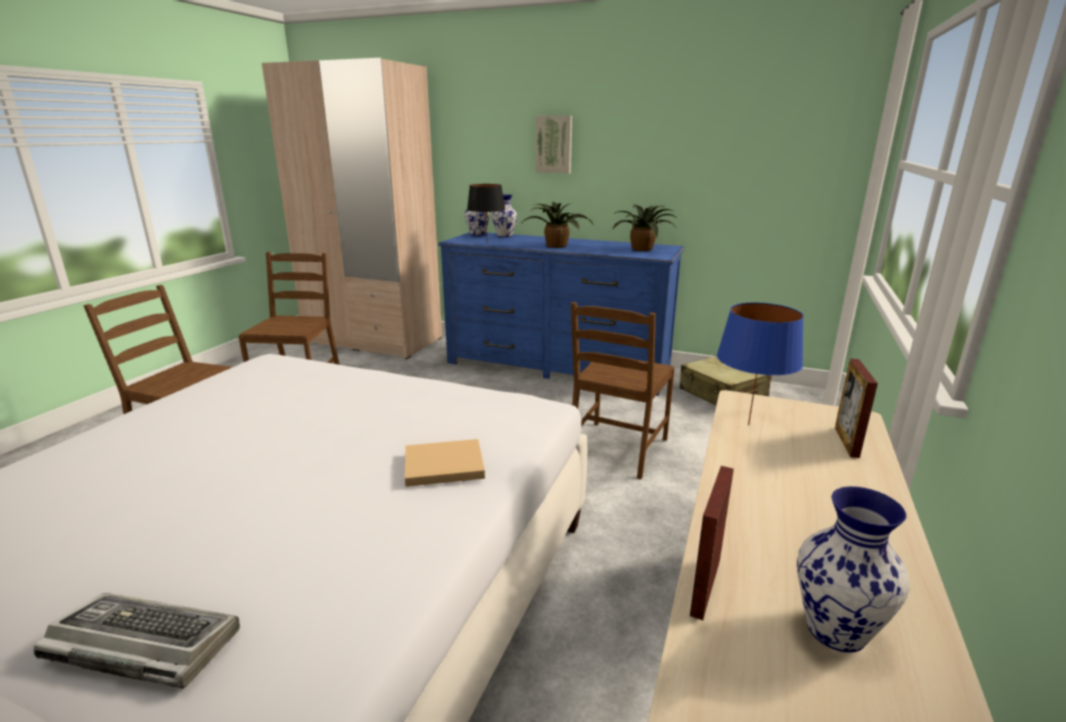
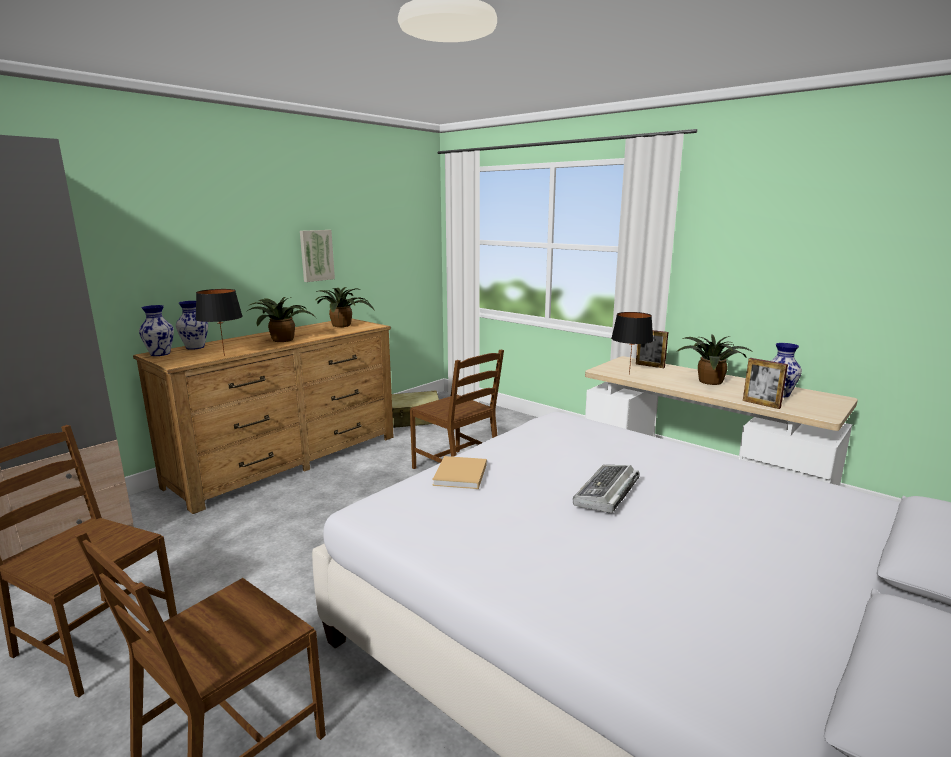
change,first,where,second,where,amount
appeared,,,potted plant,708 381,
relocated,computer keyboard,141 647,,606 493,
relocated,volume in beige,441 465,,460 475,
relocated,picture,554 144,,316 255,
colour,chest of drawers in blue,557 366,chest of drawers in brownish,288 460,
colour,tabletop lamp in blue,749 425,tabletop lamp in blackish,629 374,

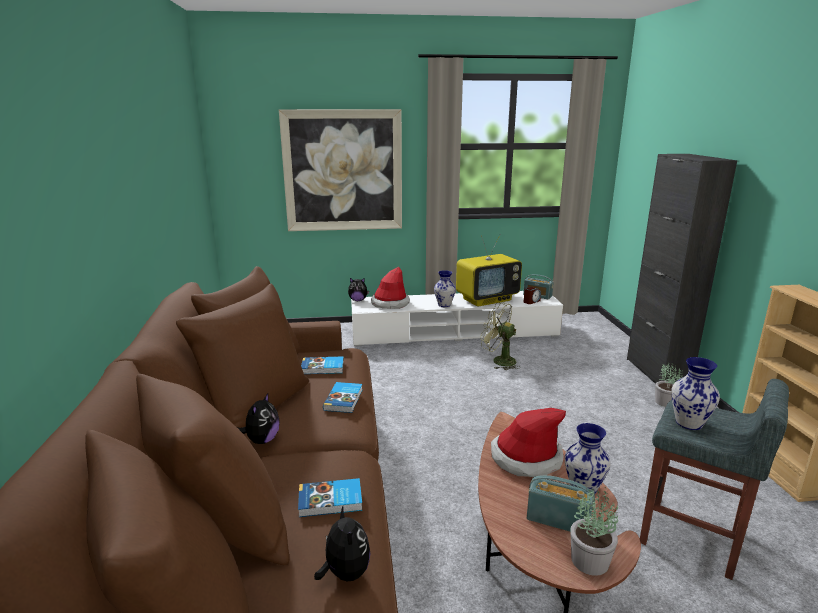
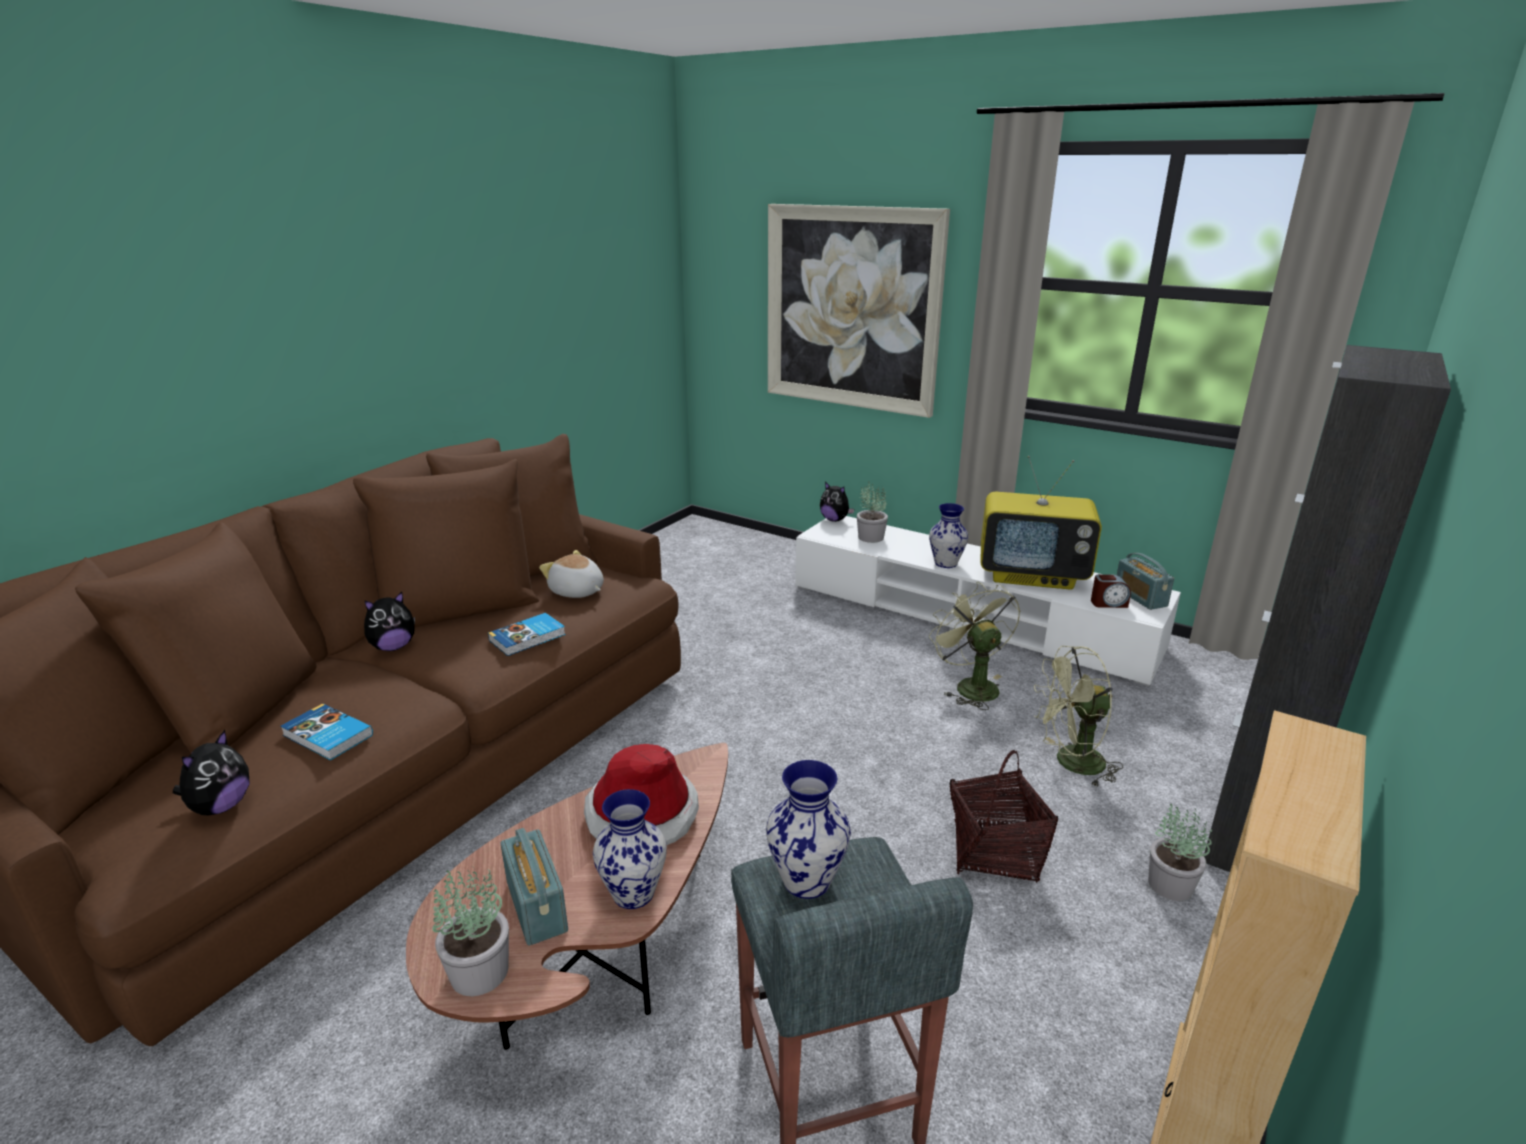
change,first,where,second,where,amount
appeared,,,basket,994 852,
appeared,,,electric fan in green,1070 763,
exchanged,volume,323 368,plush toy,576 592,
exchanged,hat,390 303,potted plant,870 537,

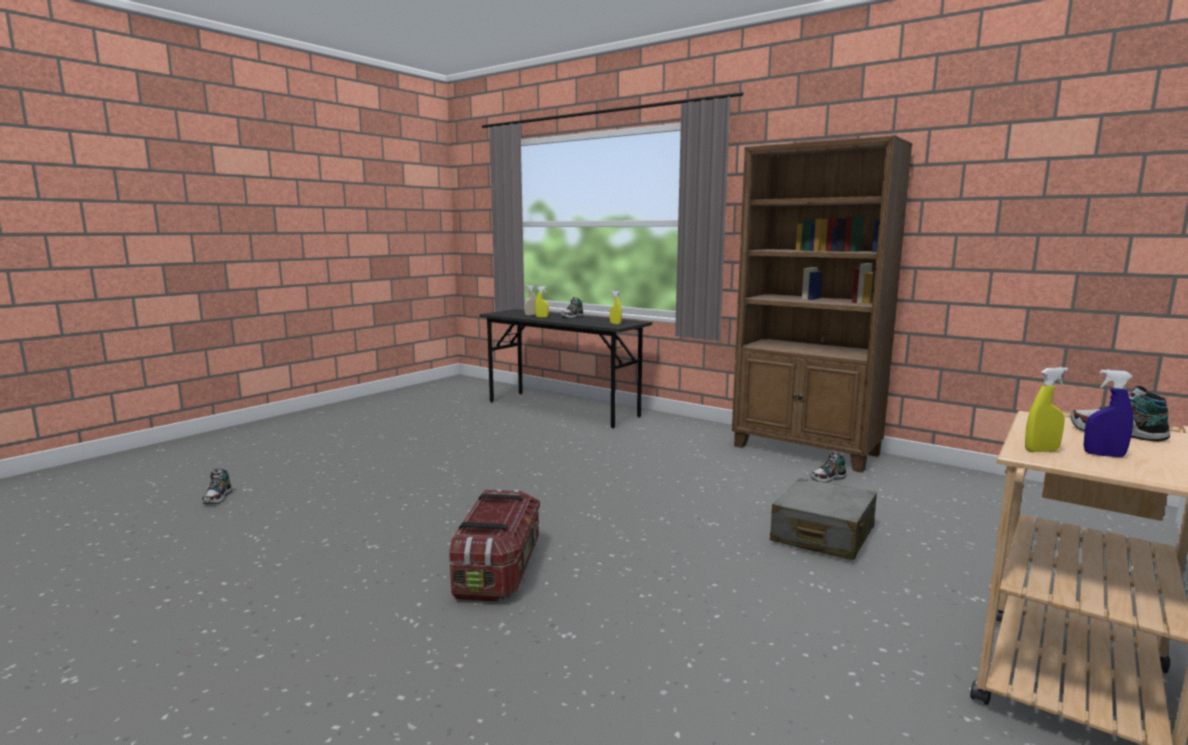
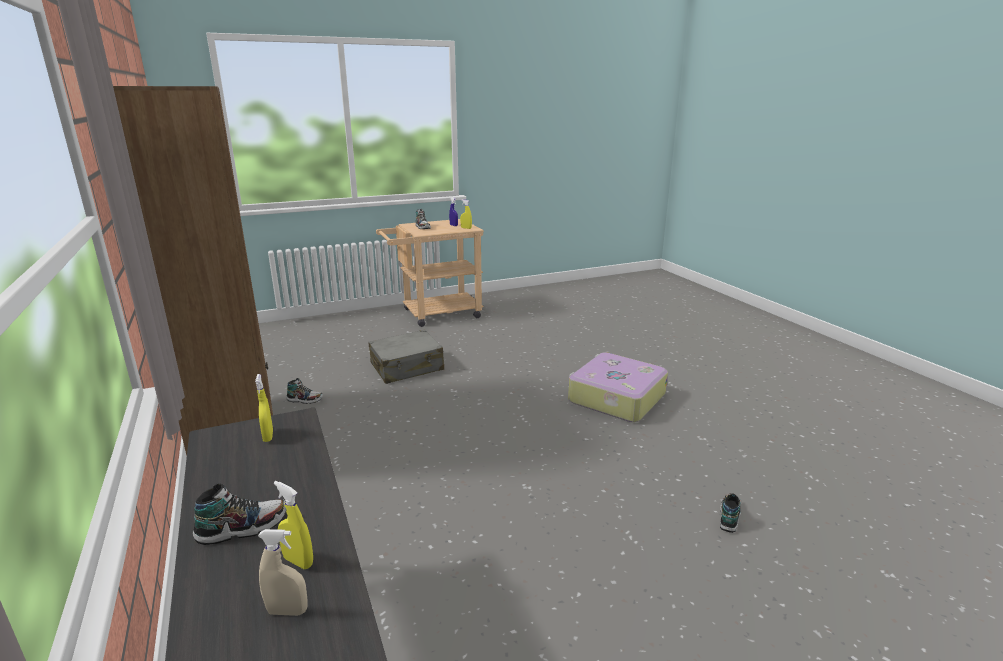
change,first,where,second,where,amount
relocated,item of footwear,217 498,,728 517,
exchanged,storage box,499 569,suitcase,615 398,

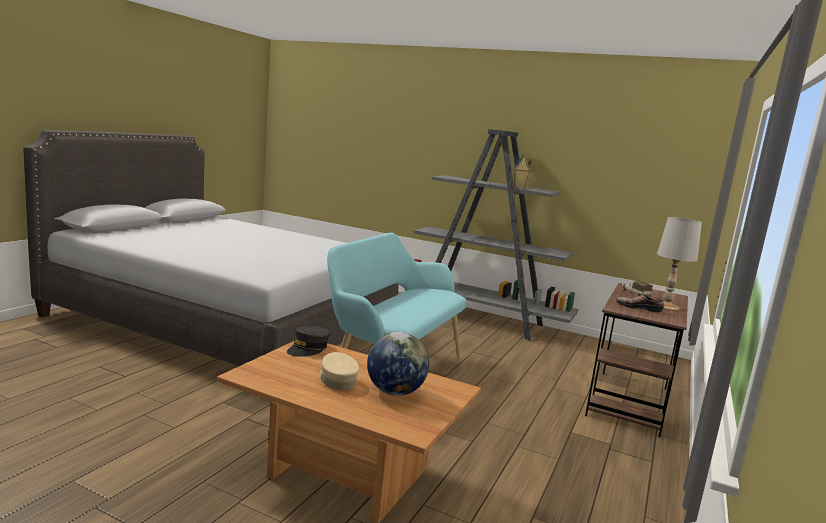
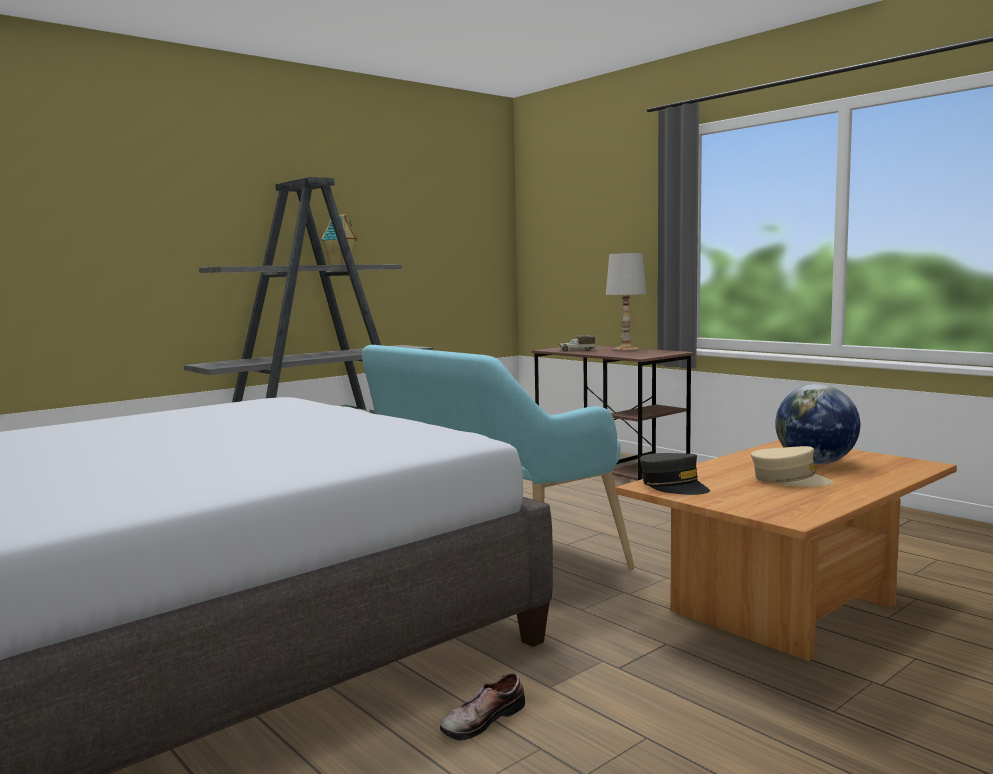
change,first,where,second,where,amount
relocated,item of footwear,638 307,,480 719,
spun,cap in beige,337 380,,789 480,150 degrees counterclockwise

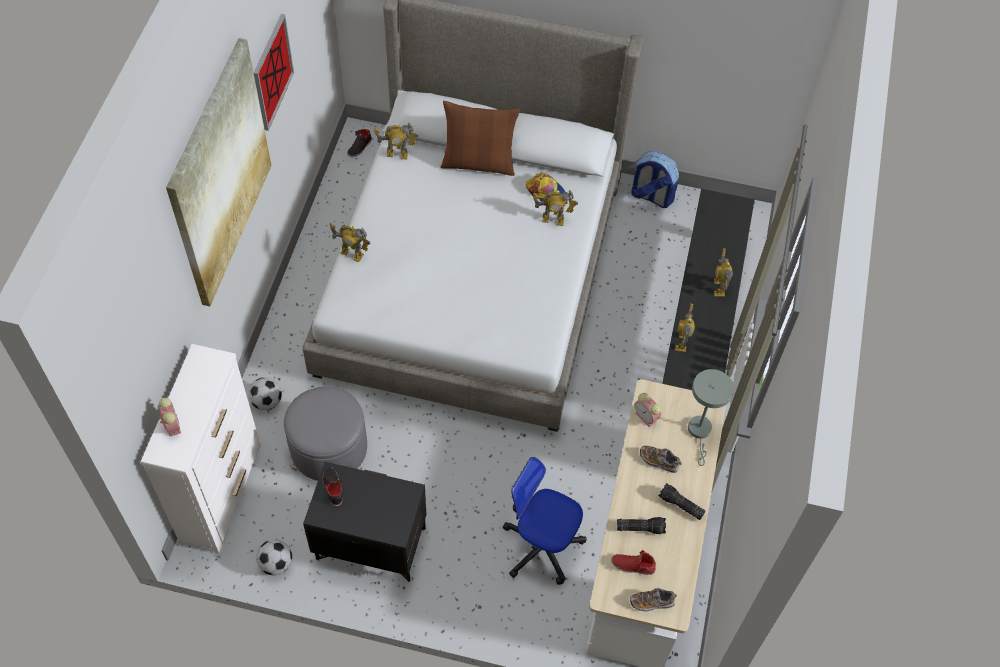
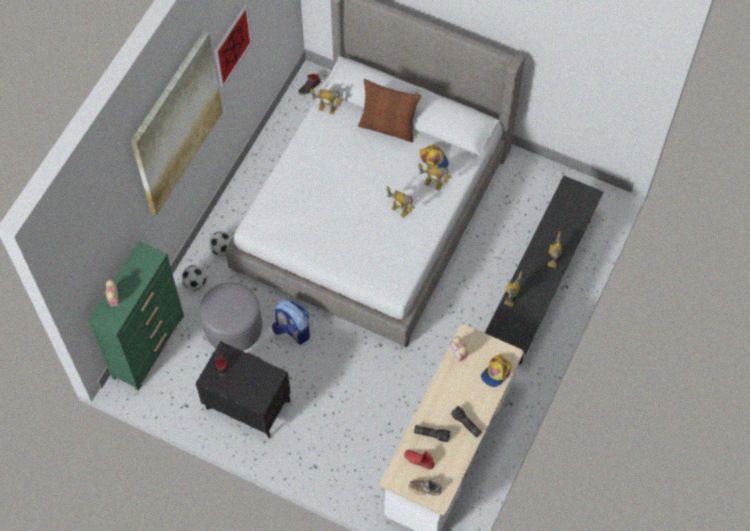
change,first,where,second,where,amount
missing,office chair,542 546,,,
missing,item of footwear,659 461,,,
relocated,ball for football,276 564,,222 249,
relocated,toy robot,352 254,,400 210,
relocated,rucksack,651 196,,292 330,
exchanged,tabletop lamp in greyish,700 432,cap,496 372,
colour,chest of drawers in whitish,222 492,chest of drawers in green,149 346,

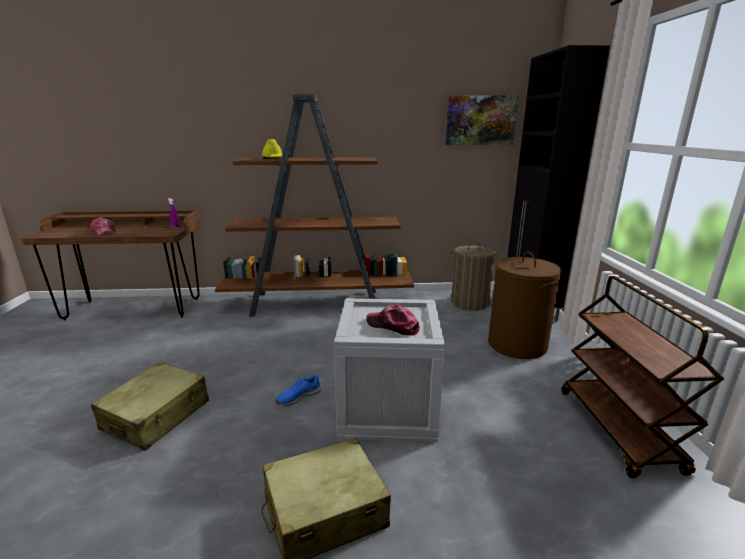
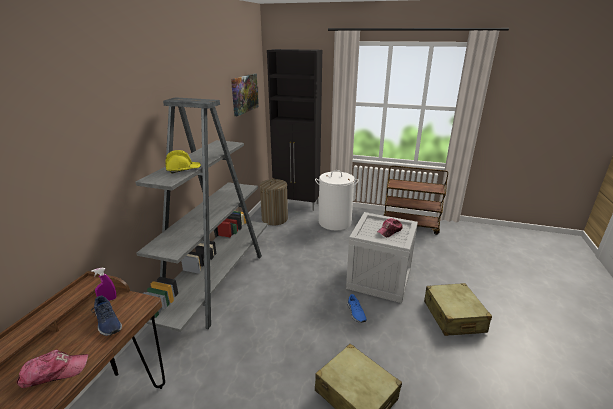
change,first,where,second,where,amount
appeared,,,item of footwear in blue,107 322,
colour,shelving unit in brownish,319 303,shelving unit in greyish,216 281,
colour,washing basket in brownish,517 344,washing basket in whitish,335 222,

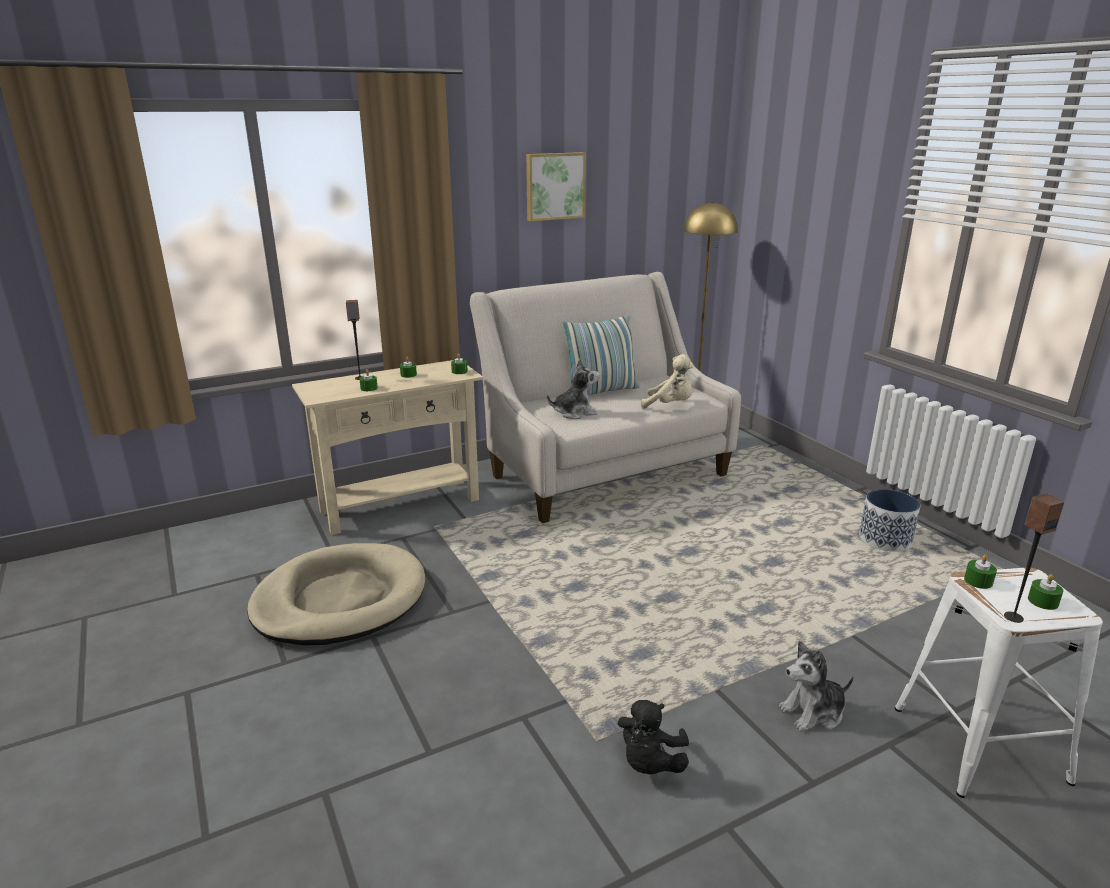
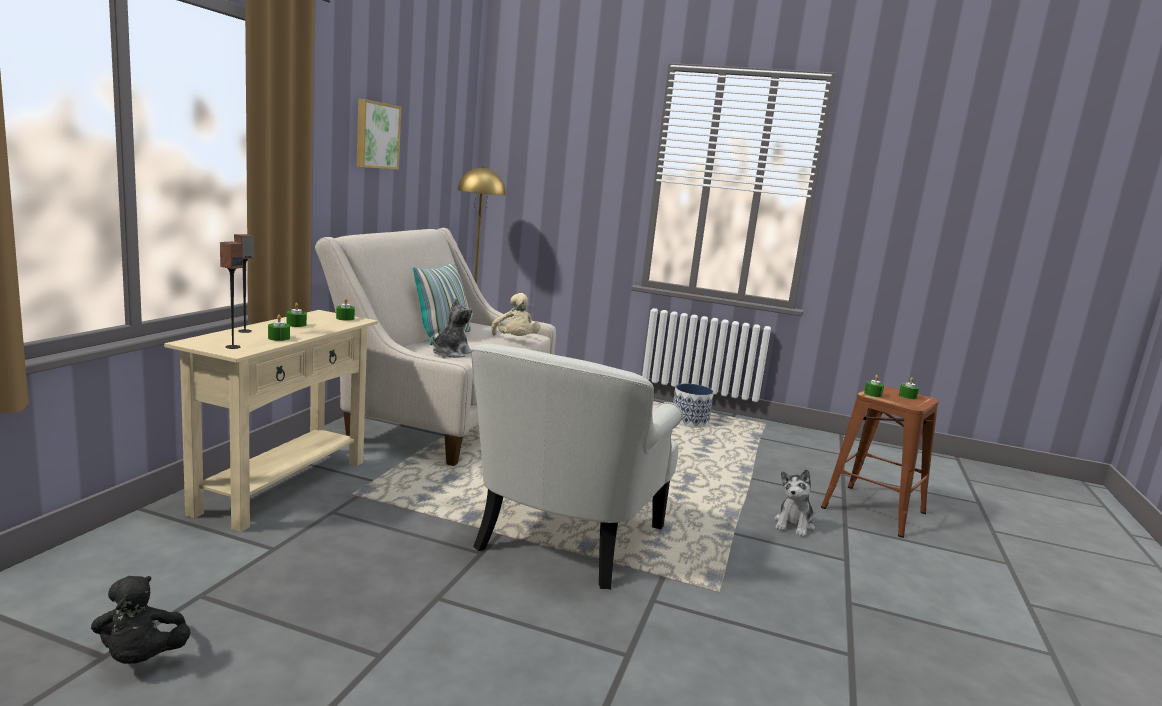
change,first,where,second,where,amount
missing,dog cushion in beige,340 600,,,
appeared,,,lounge chair in whitish,566 538,
relocated,plush toy in blackish,650 763,,141 658,
relocated,speaker,1013 617,,232 347,
colour,stool in whitish,980 745,stool in brownish,874 510,
spun,plush toy in beige,669 405,,515 340,90 degrees clockwise

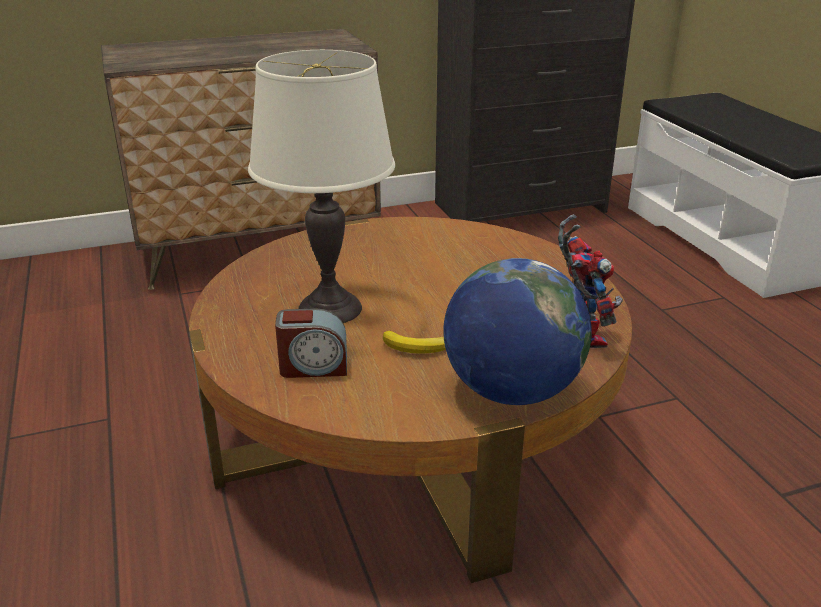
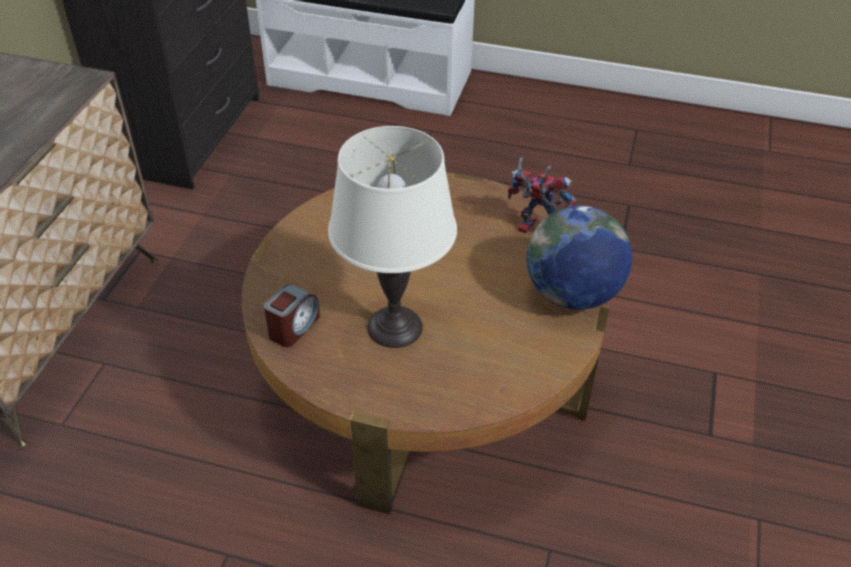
change,first,where,second,where,amount
missing,whole banana,417 347,,,
relocated,bedside clock,313 367,,293 327,

